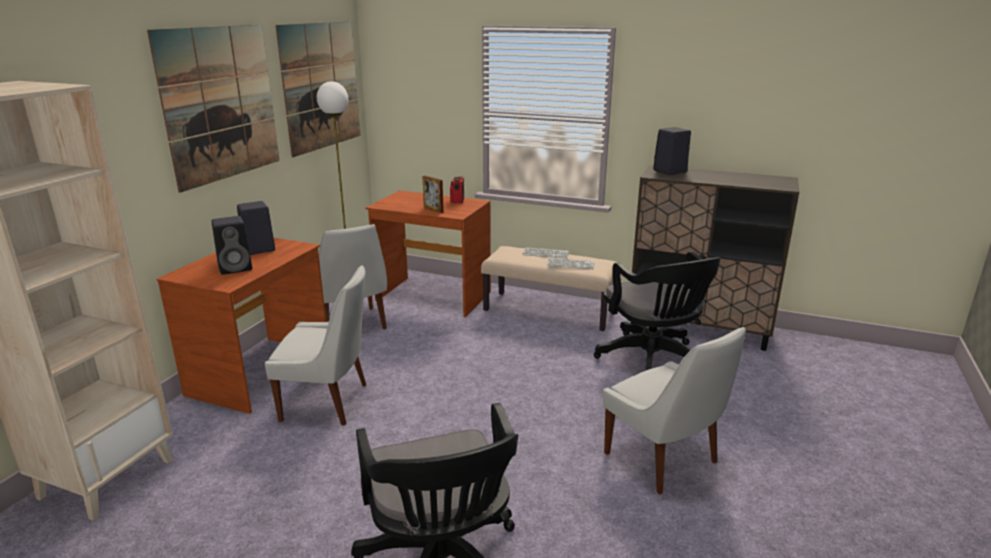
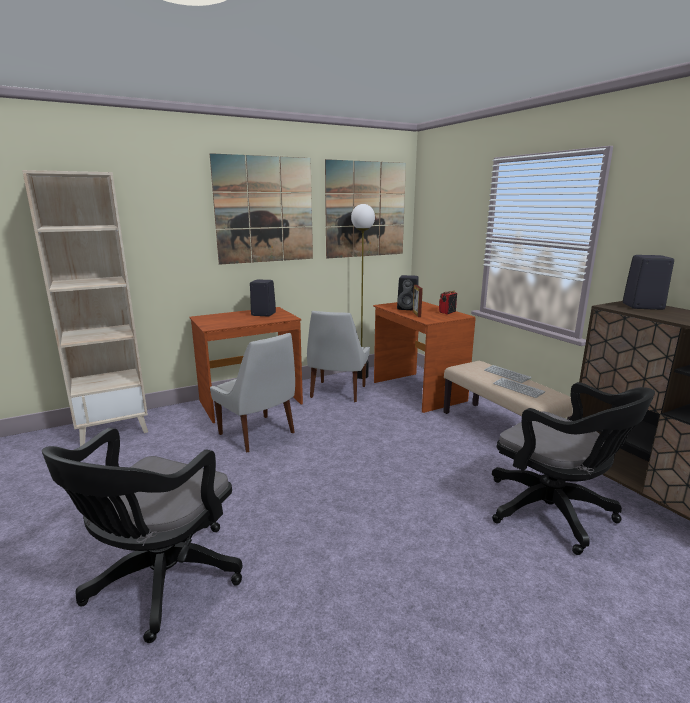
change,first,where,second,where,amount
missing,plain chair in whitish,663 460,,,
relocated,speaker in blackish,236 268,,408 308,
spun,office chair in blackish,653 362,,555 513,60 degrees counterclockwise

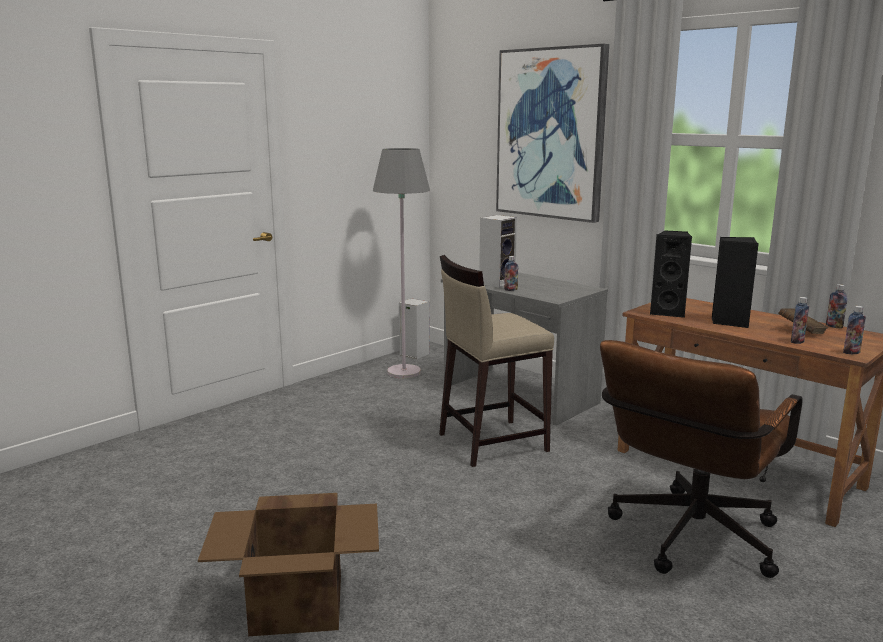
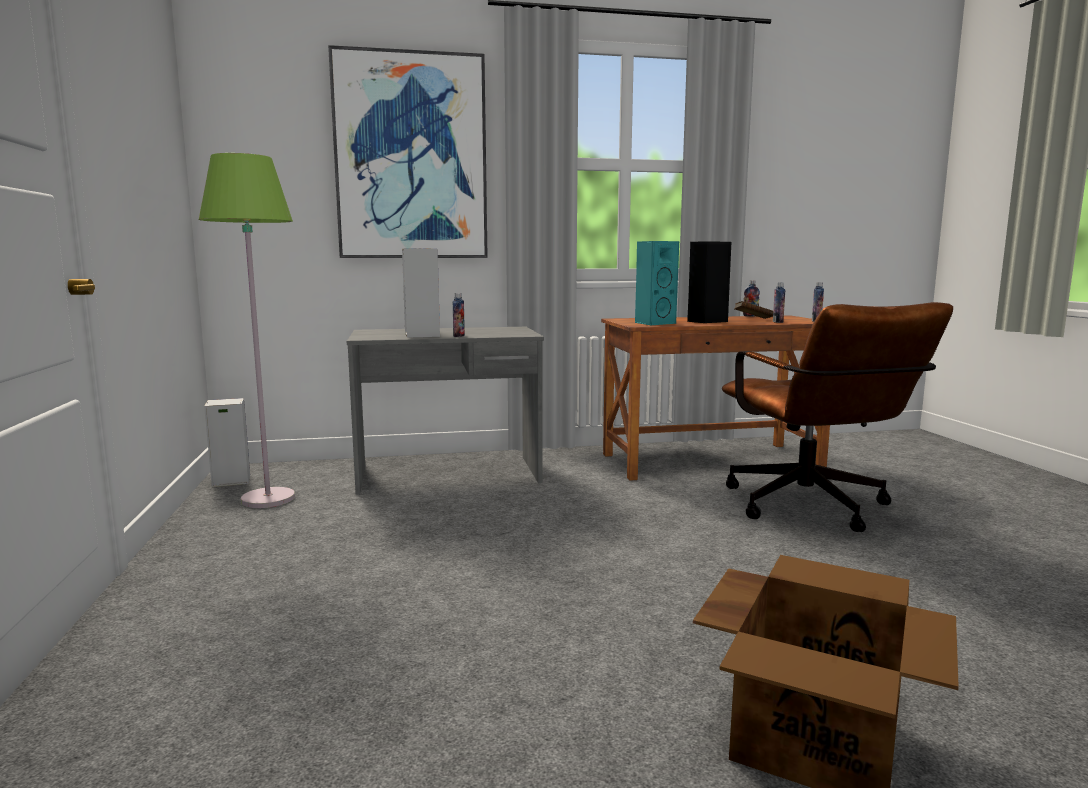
change,first,where,second,where,amount
missing,stool in beige,491 442,,,
colour,standing lamp in greyish,404 372,standing lamp in green,268 499,
colour,speaker in blackish,668 312,speaker in turquoise-coloured,654 323,

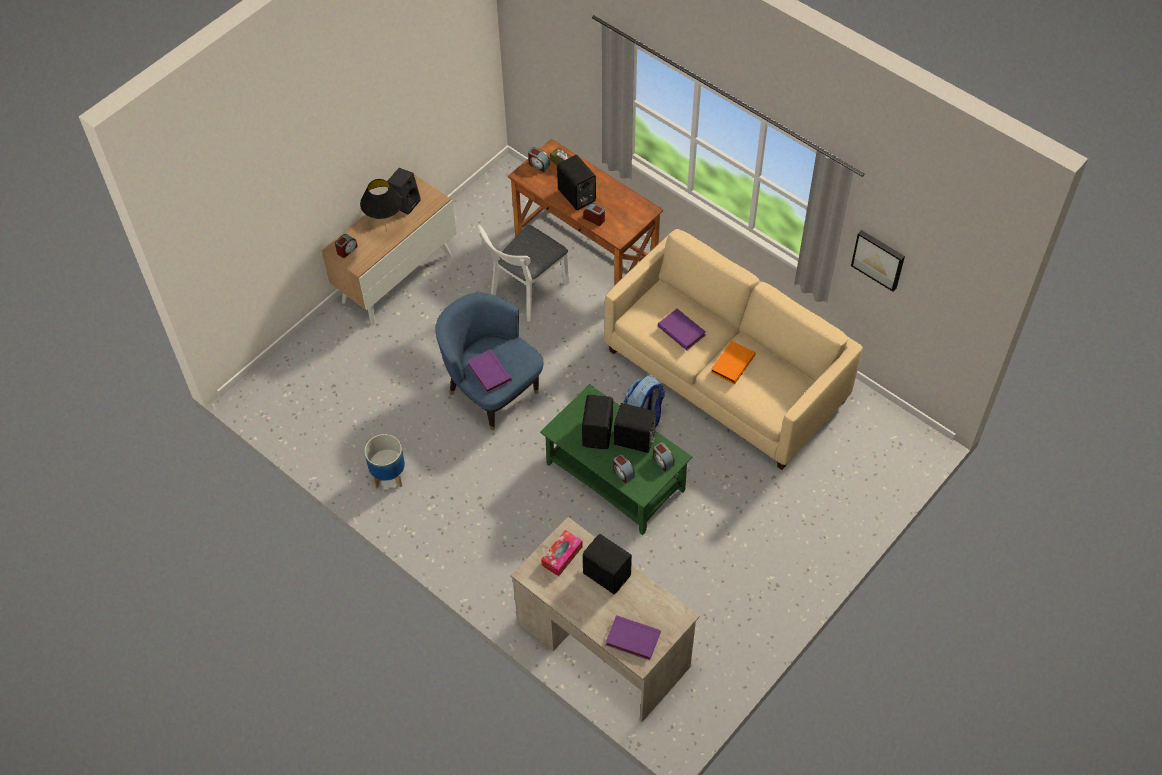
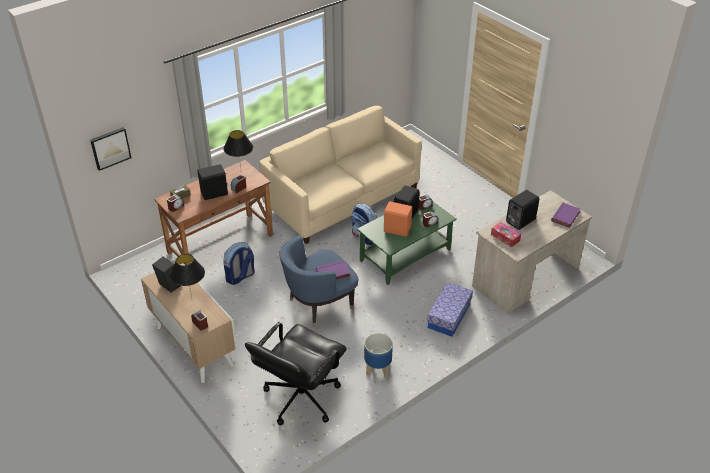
change,first,where,second,where,amount
missing,volume in purple-coloured,682 330,,,
missing,volume in orange-coloured,732 363,,,
appeared,,,tabletop lamp in blackish,241 172,
appeared,,,office chair in blackish,300 398,
appeared,,,storage box,449 316,
relocated,picture,879 259,,110 148,
exchanged,plain chair in whitish,526 293,rucksack,240 277,
colour,speaker in blackish,598 433,speaker in orange-coloured,397 229,

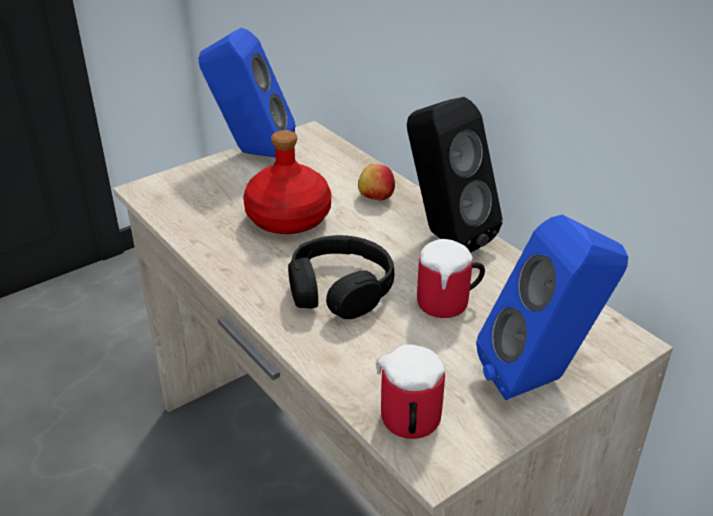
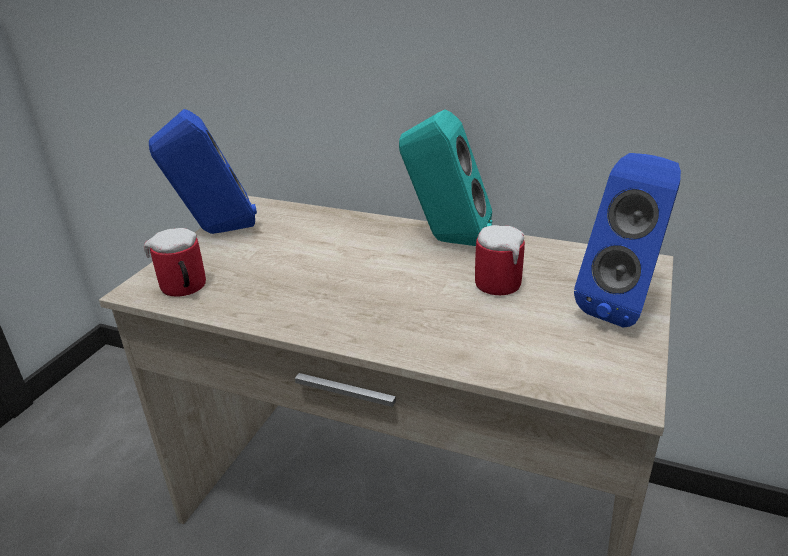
change,first,where,second,where,amount
missing,beverage bottle in reddish,287 218,,,
missing,headset in blackish,340 290,,,
missing,whole apple,376 196,,,
relocated,mug,408 424,,183 289,
colour,speaker in blackish,444 237,speaker in turquoise-coloured,445 241,

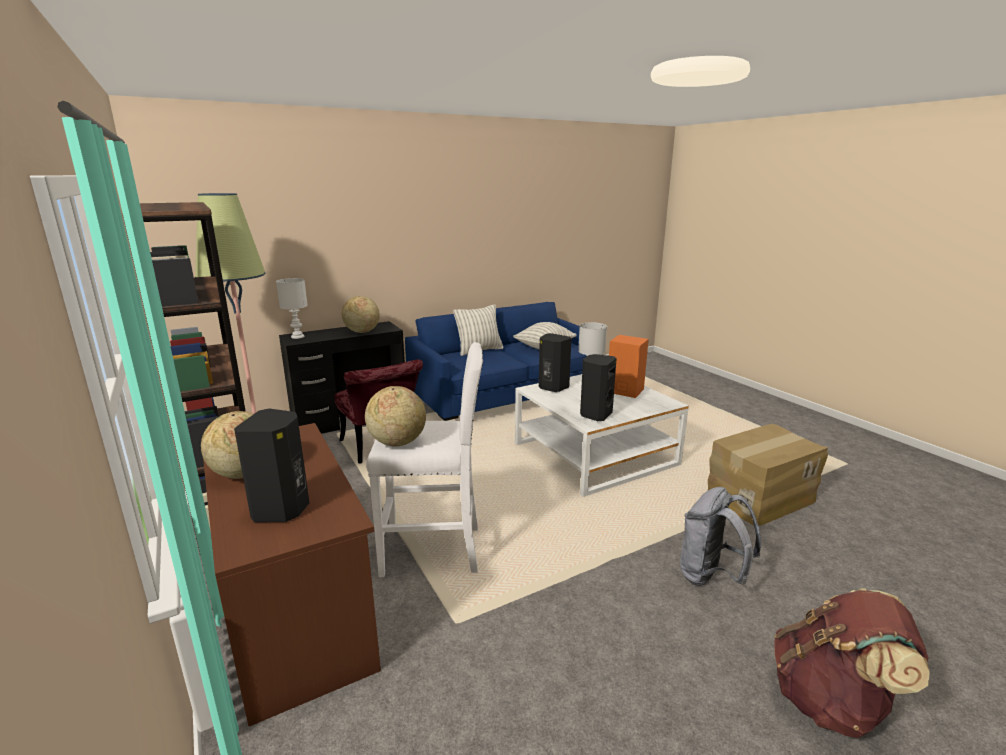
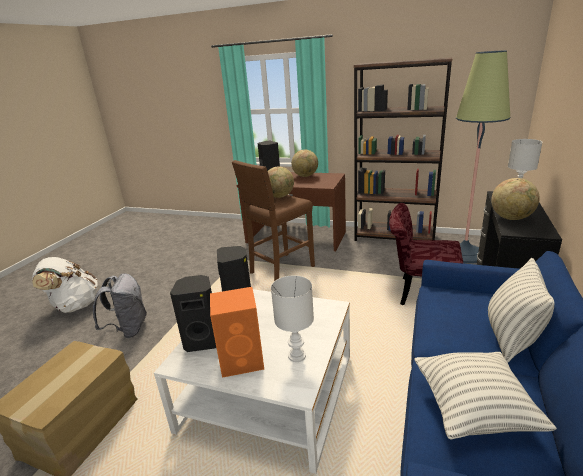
change,first,where,second,where,amount
relocated,speaker in blackish,552 387,,203 341,
colour,stool in whitish,434 551,stool in brownish,280 270,
colour,rucksack in brownish,832 702,rucksack in whitish,75 306,

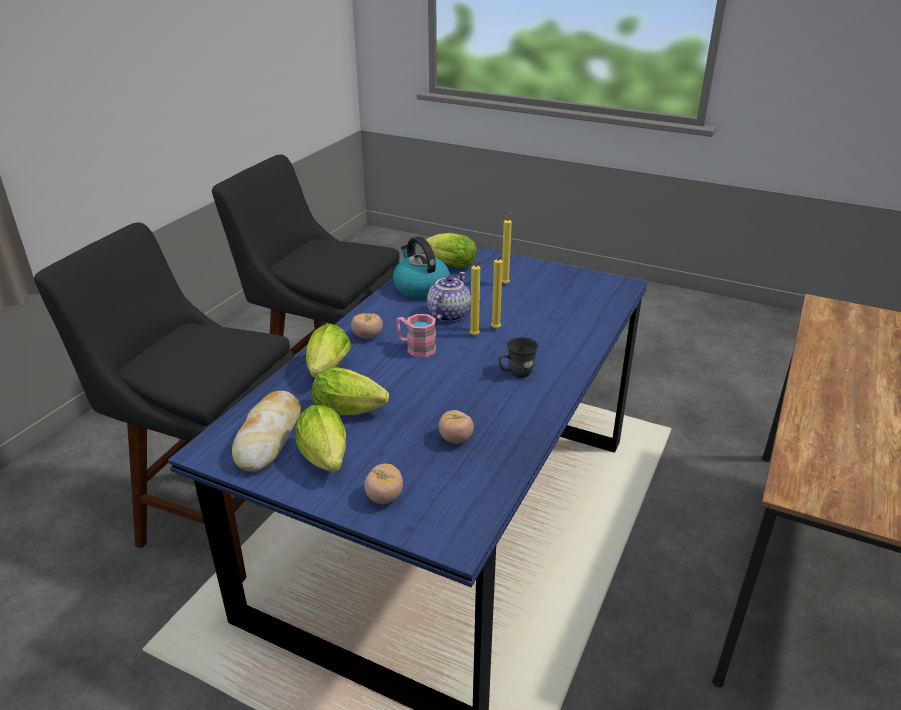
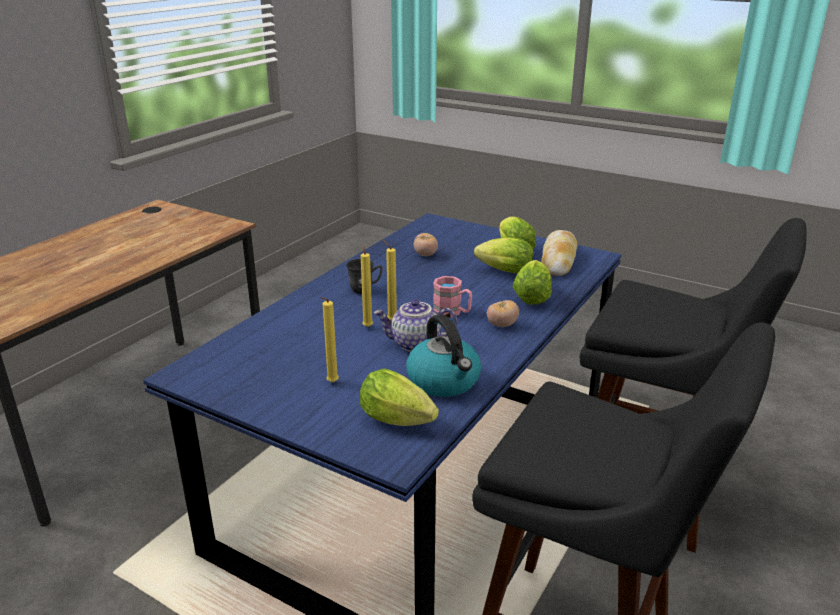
change,first,where,second,where,amount
missing,whole tomato,384 497,,,
spun,pot for tea,448 314,,415 344,60 degrees clockwise

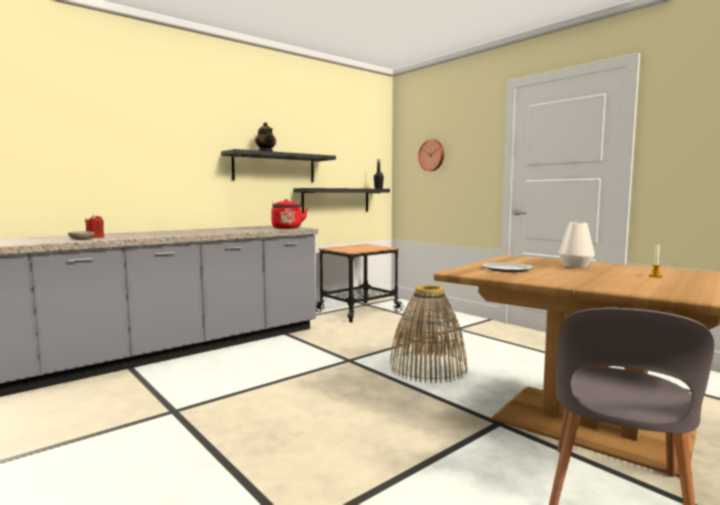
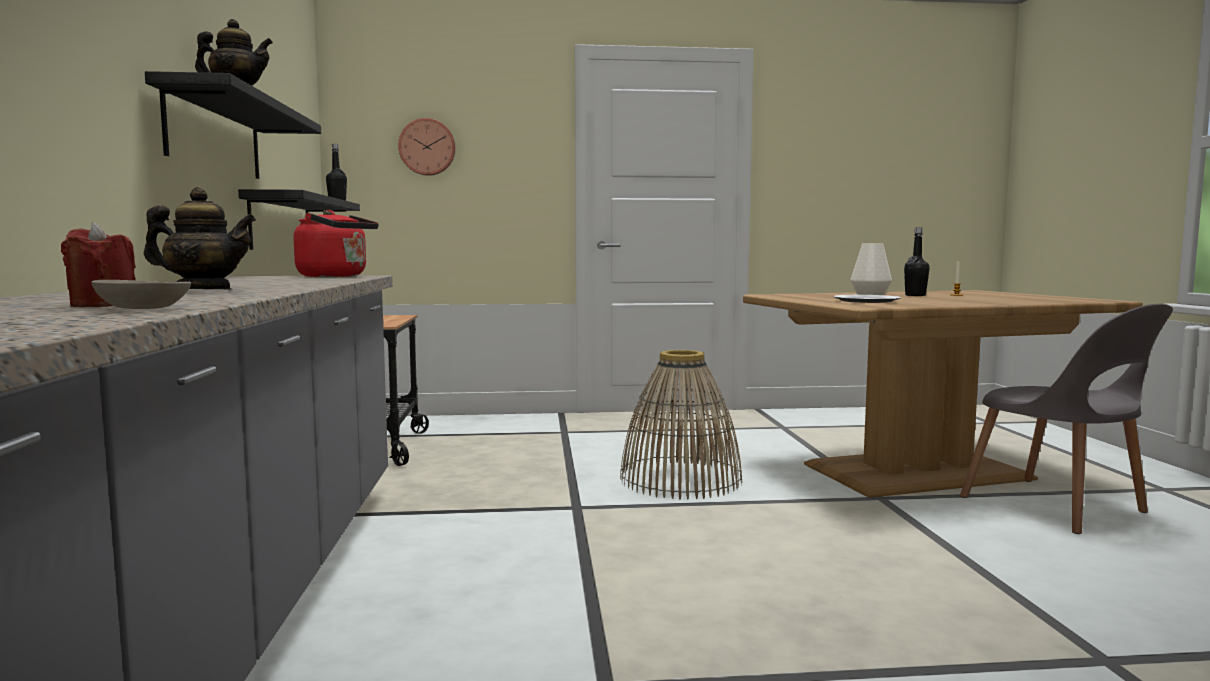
change,first,where,second,where,amount
appeared,,,pot for tea,204 290,
appeared,,,beverage bottle in blackish,915 295,

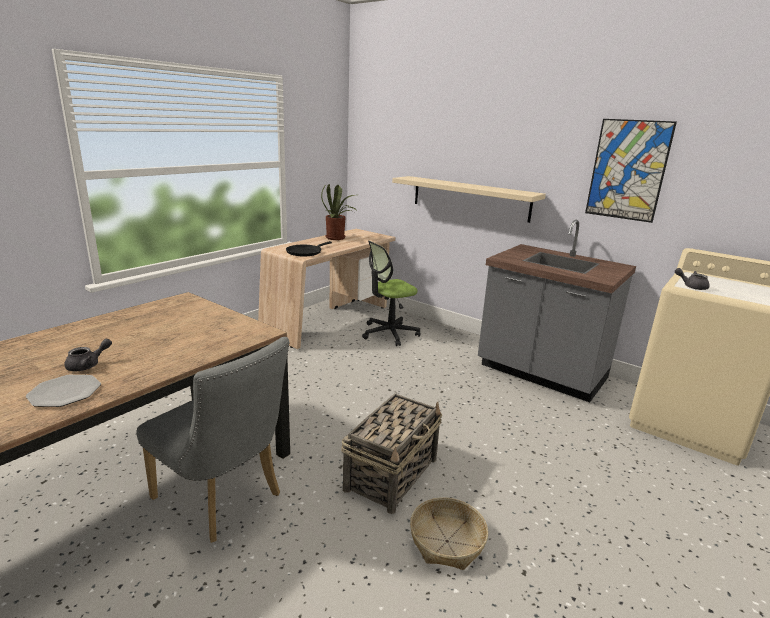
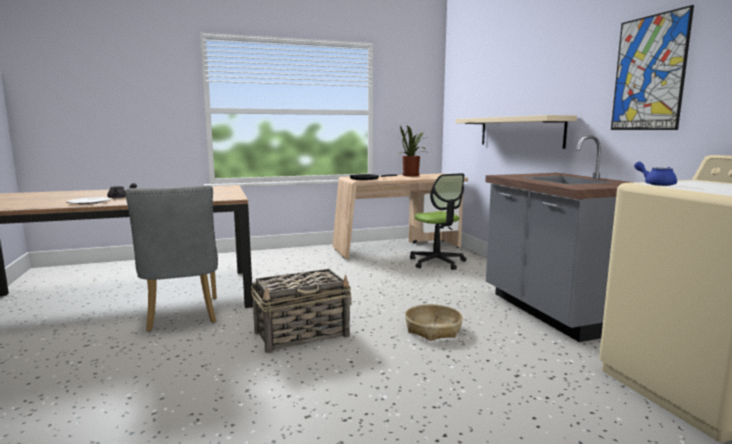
change,first,where,second,where,amount
relocated,basket,446 541,,433 329,
colour,pot for tea in greyish,691 286,pot for tea in blue,656 184,
spun,office chair,389 333,,437 262,120 degrees counterclockwise

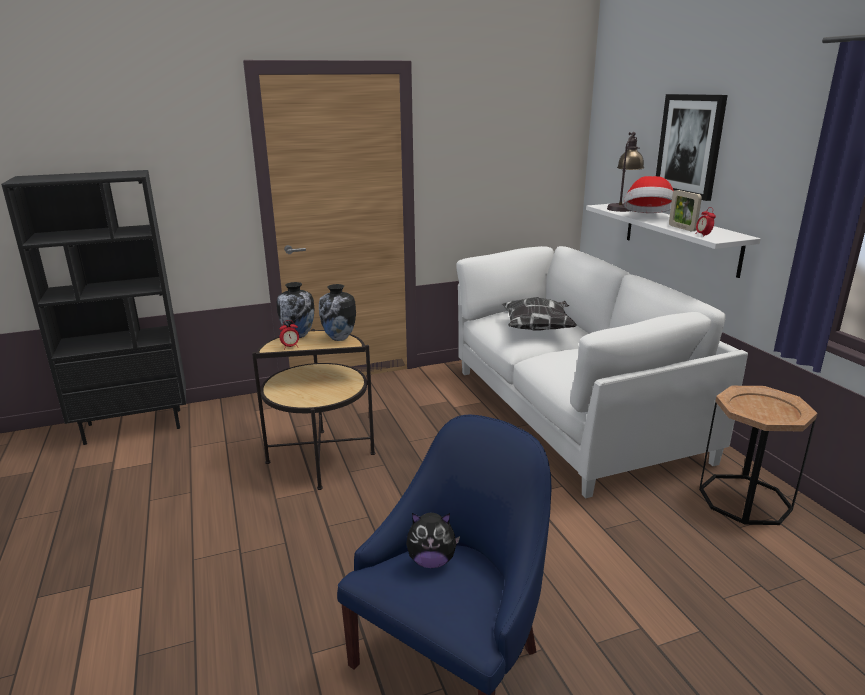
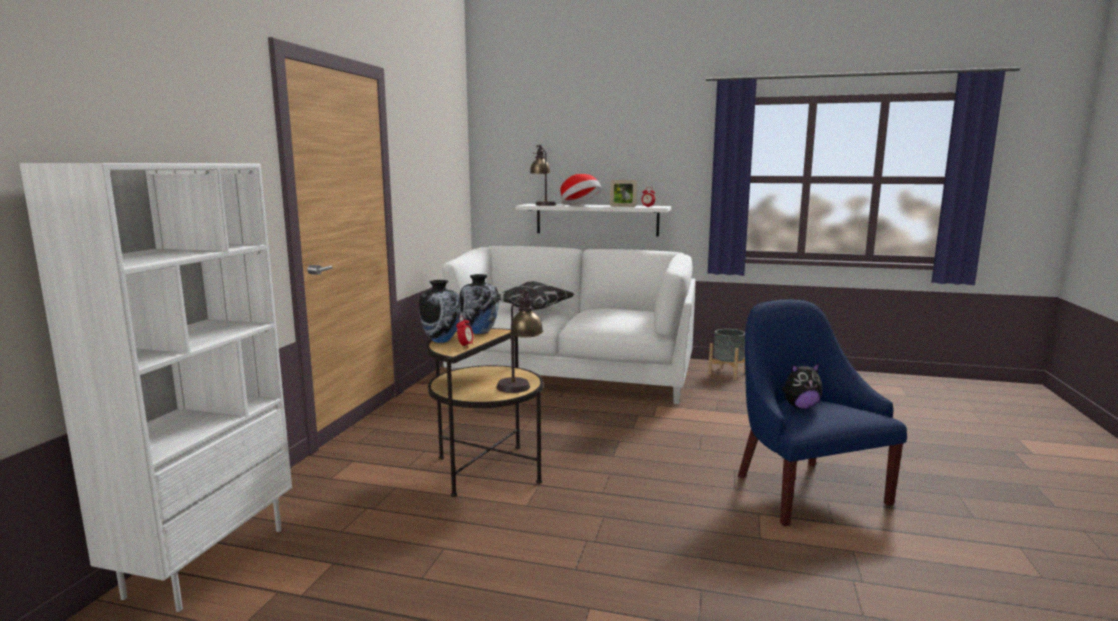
change,first,where,second,where,amount
missing,picture,690 146,,,
appeared,,,tabletop lamp,520 383,
exchanged,side table in brownish,744 499,planter in greyish,727 373,
colour,shelving unit in blackish,135 425,shelving unit in whitish,207 560,
spun,plush toy,431 561,,800 407,45 degrees clockwise

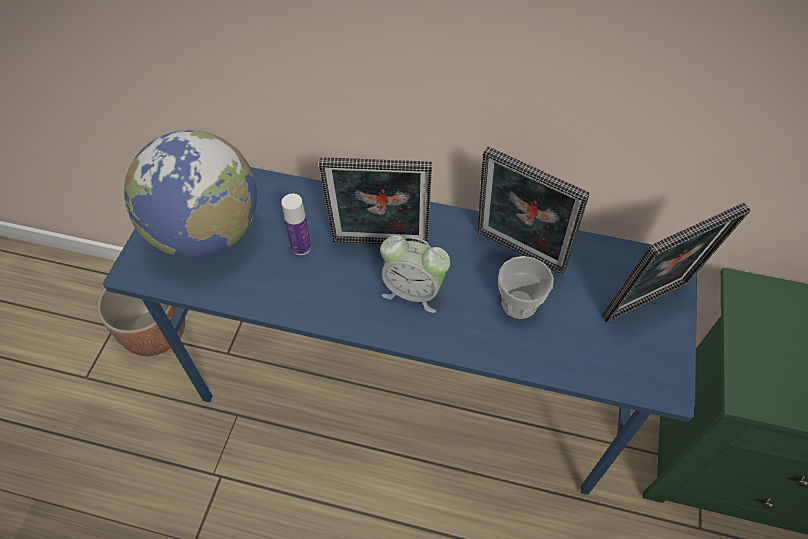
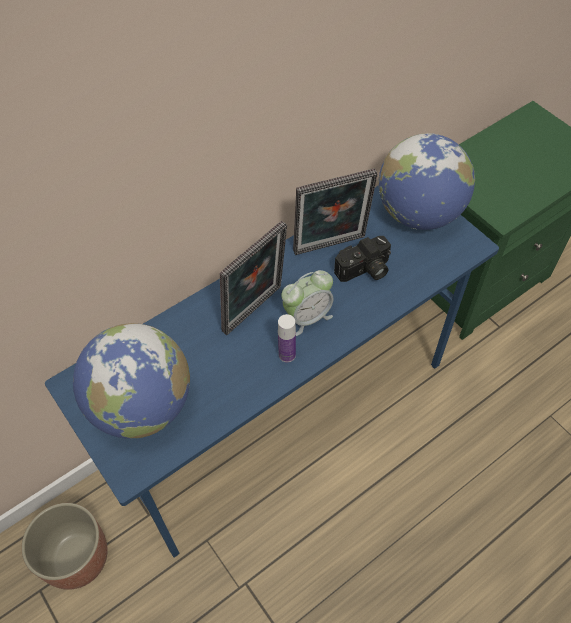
change,first,where,second,where,amount
relocated,beverage bottle,301 247,,287 355,
exchanged,cup,519 303,still camera,364 271,
exchanged,picture frame,648 304,world globe,419 214,

